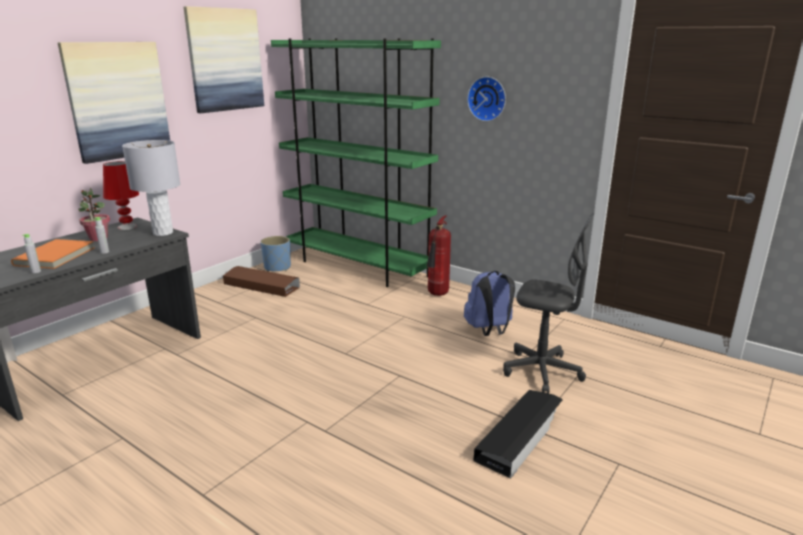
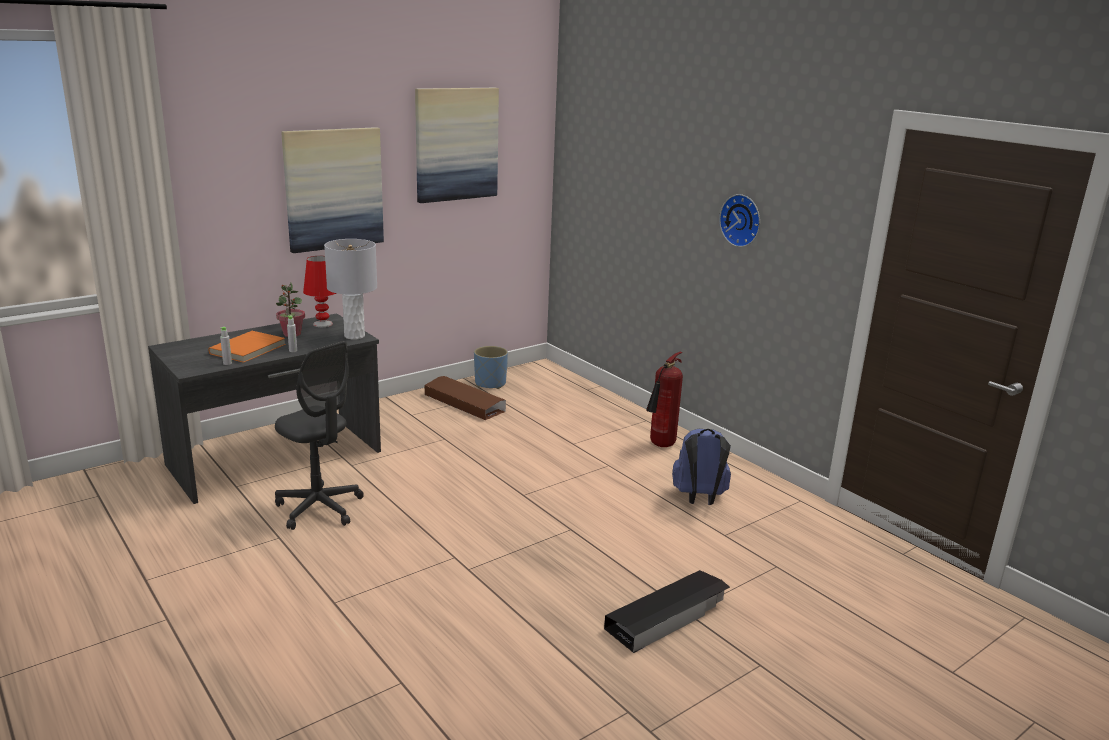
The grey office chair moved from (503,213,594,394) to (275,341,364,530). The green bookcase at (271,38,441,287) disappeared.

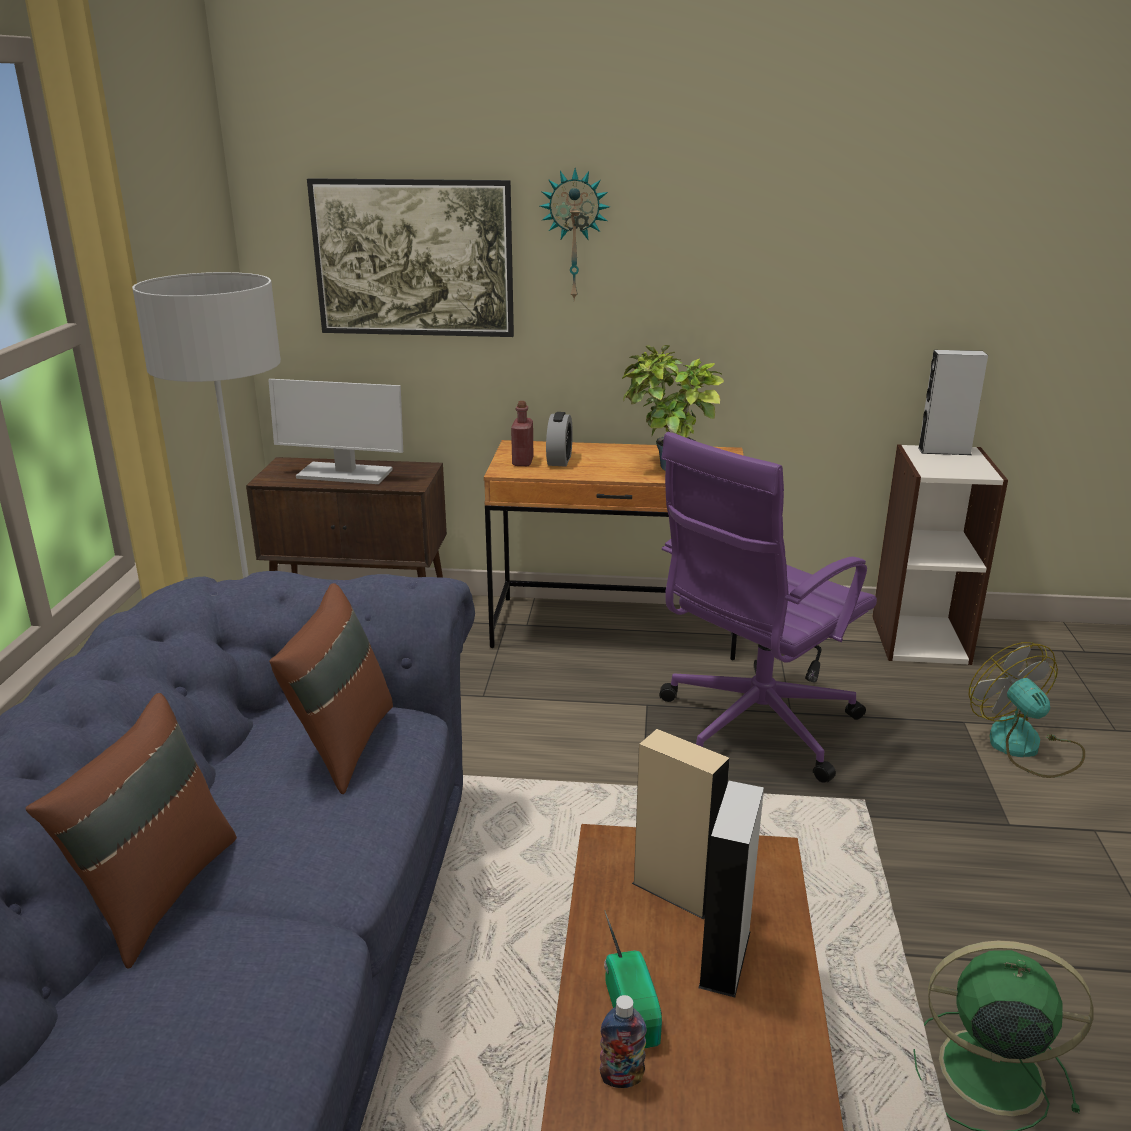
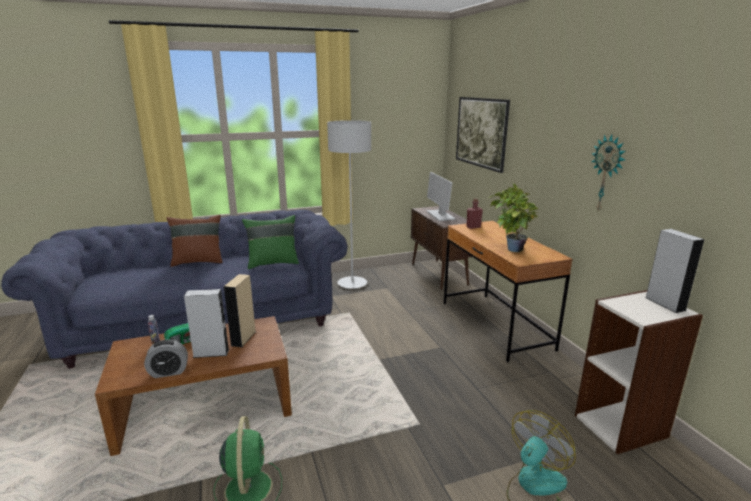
The alarm clock moved from (546,412,573,467) to (144,340,188,378). The brown pillow at (269,583,393,794) became the green pillow at (242,215,299,269). The wall clock moved from (540,168,610,301) to (592,134,625,212). The purple office chair at (659,432,877,783) disappeared.

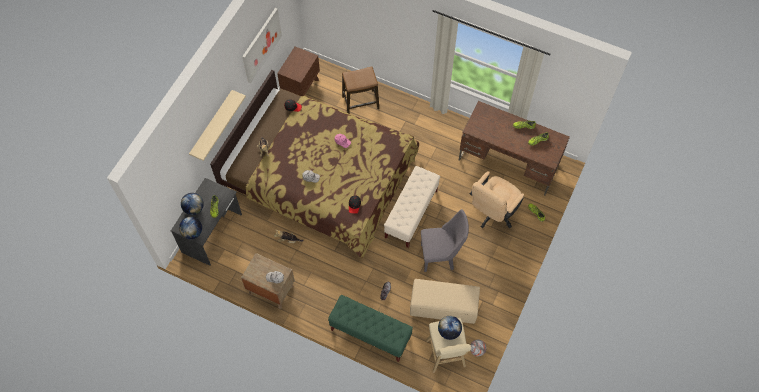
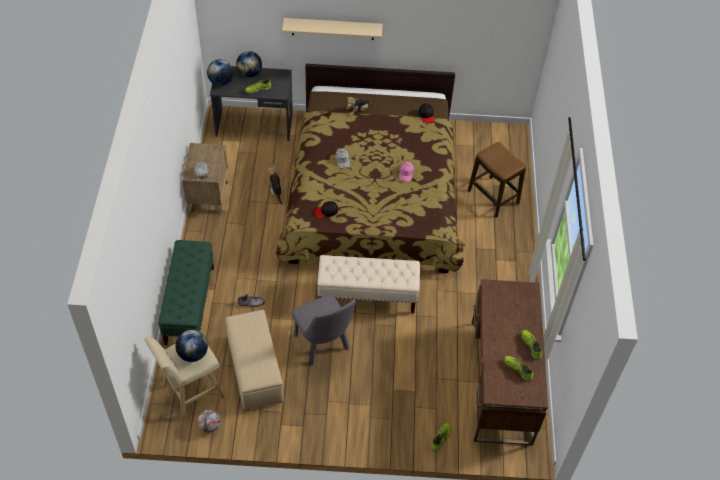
The picture at (242,8,282,84) disappeared. The brown nightstand at (277,46,320,96) disappeared. The beige office chair at (470,171,524,228) disappeared.

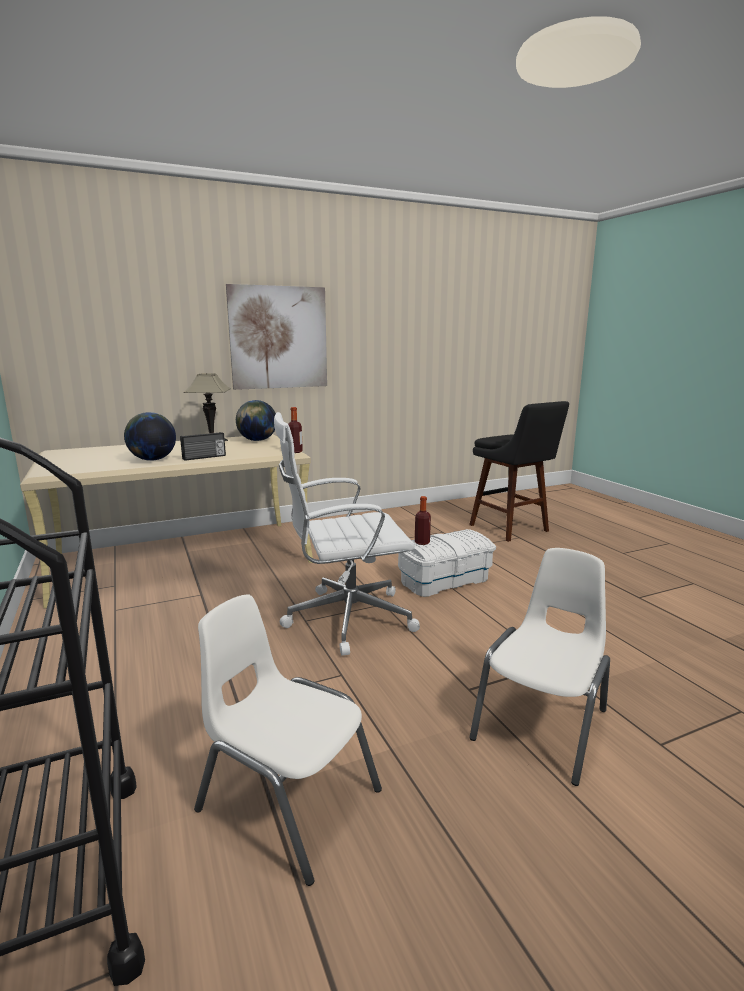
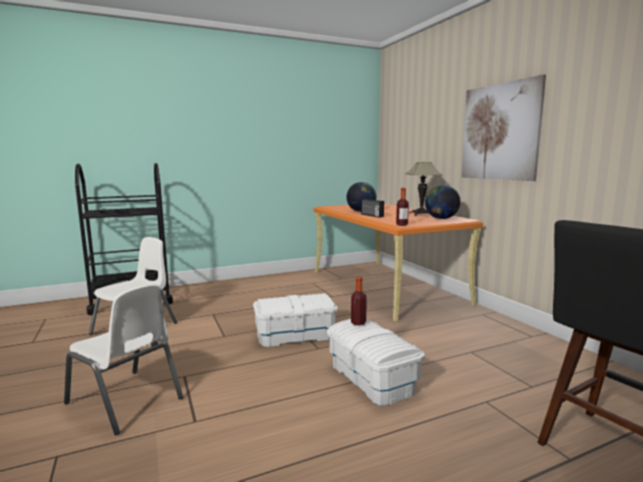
The white office chair at (274,412,420,656) was replaced by the white storage box at (253,293,338,347). The beige desk at (20,434,313,608) became the orange desk at (314,204,483,321).

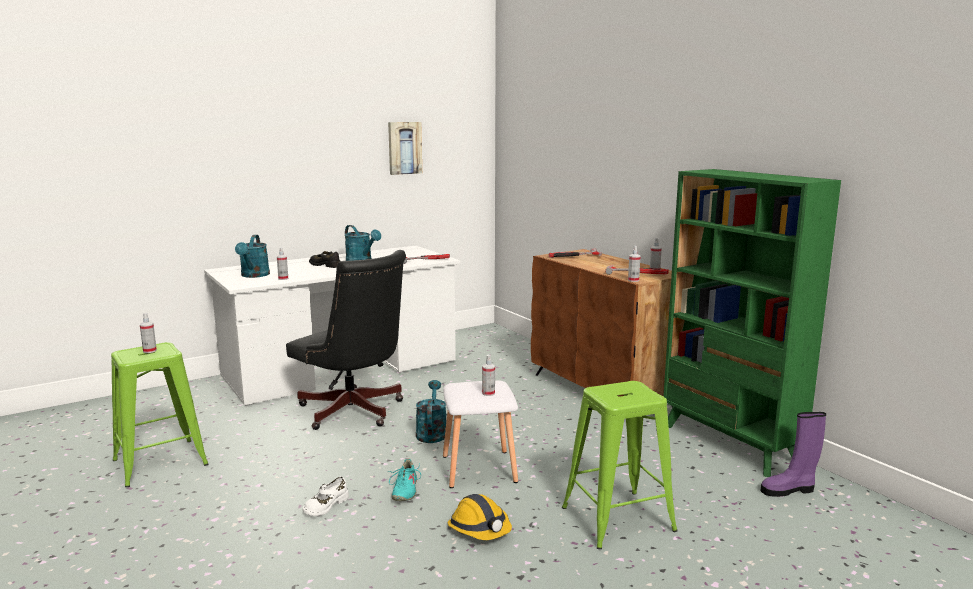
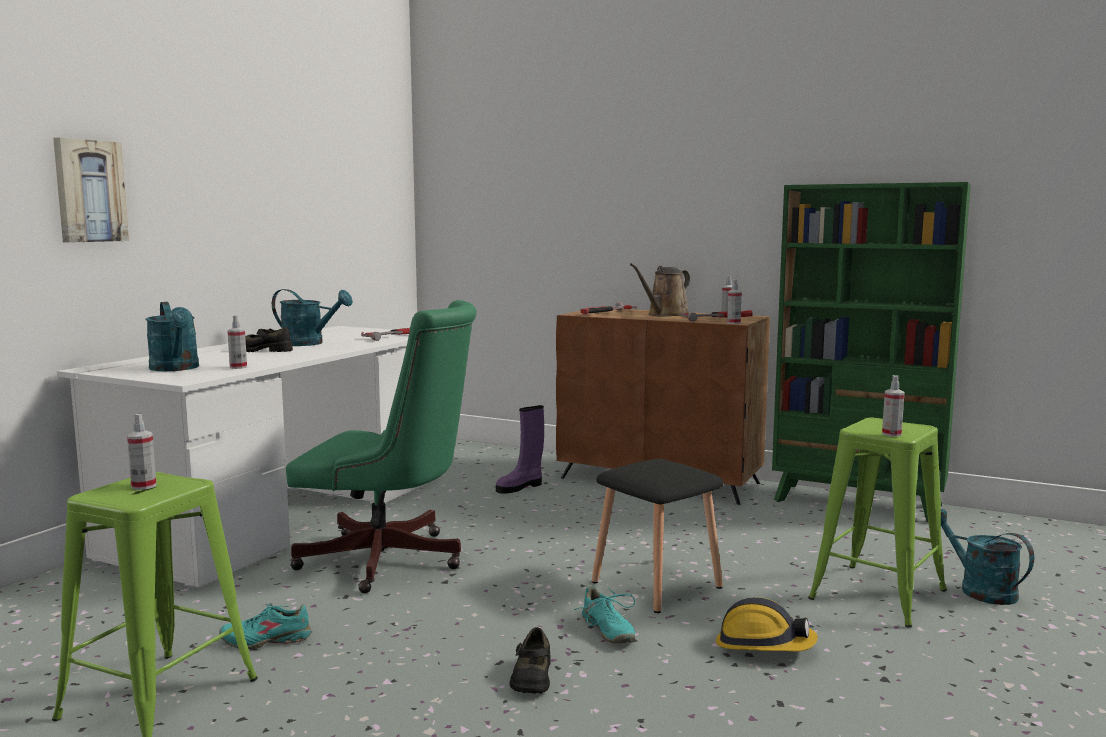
The picture moved from (388,122,422,175) to (53,137,129,243). The turquoise shoe at (219,604,311,649) appeared. The black office chair at (286,250,406,430) became the green office chair at (286,300,477,593). The purple boot moved from (760,412,826,497) to (496,405,544,494). The white shoe at (302,476,349,516) became the black shoe at (510,627,551,694). The white stool at (443,380,518,488) became the black stool at (592,459,724,613). The brown watering can at (630,263,690,317) appeared. The spray bottle moved from (482,355,495,396) to (882,375,905,437). The turquoise watering can moved from (416,380,446,443) to (941,509,1034,605).

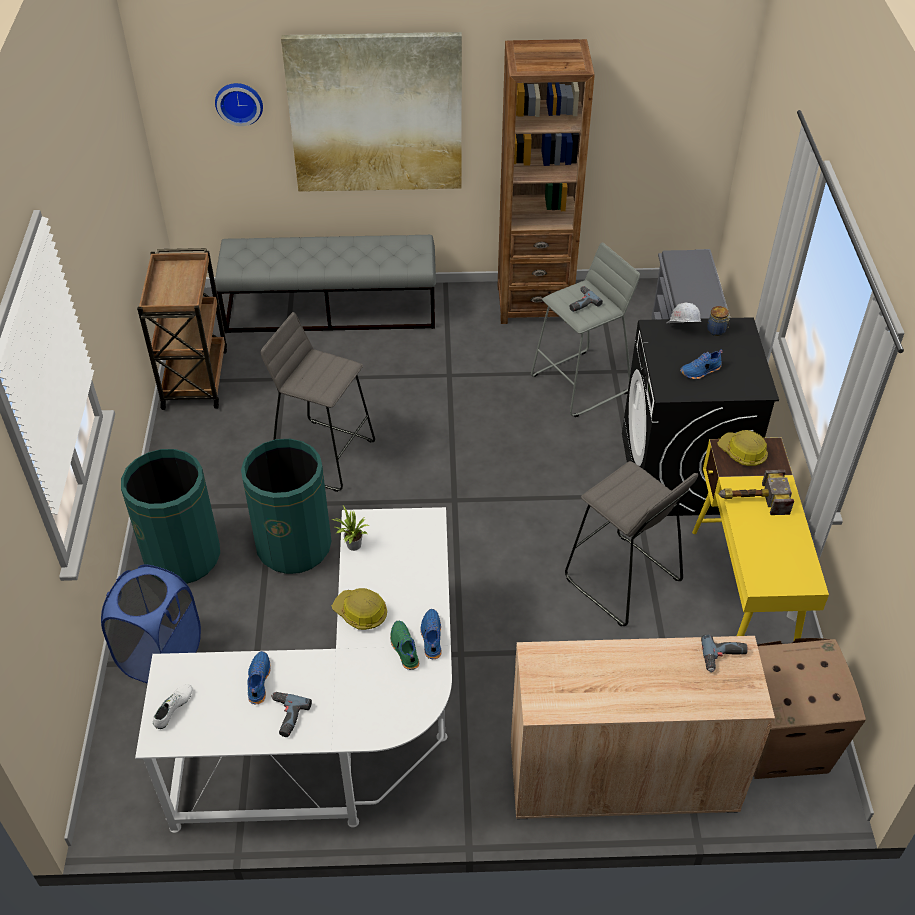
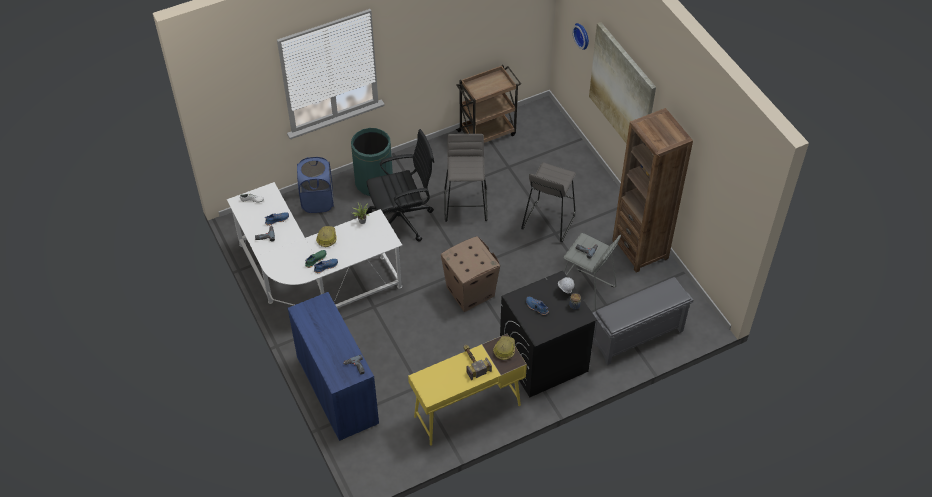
The beige cabinet at (511,636,775,819) became the blue cabinet at (288,292,379,441). The green trash can at (241,439,331,574) was replaced by the black office chair at (366,129,434,242). The cardboard box moved from (753,638,866,779) to (441,236,500,312). The grey stool moved from (565,461,698,626) to (521,162,576,242). The grey bench at (215,235,436,333) disappeared.

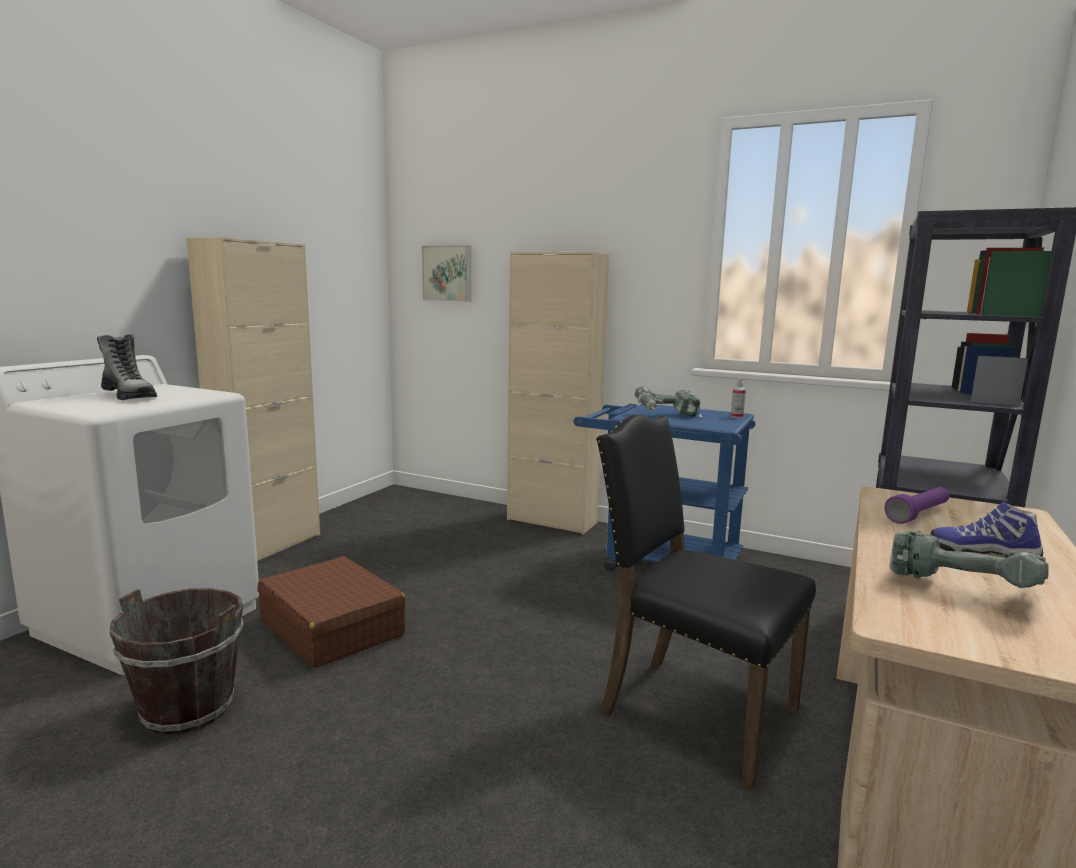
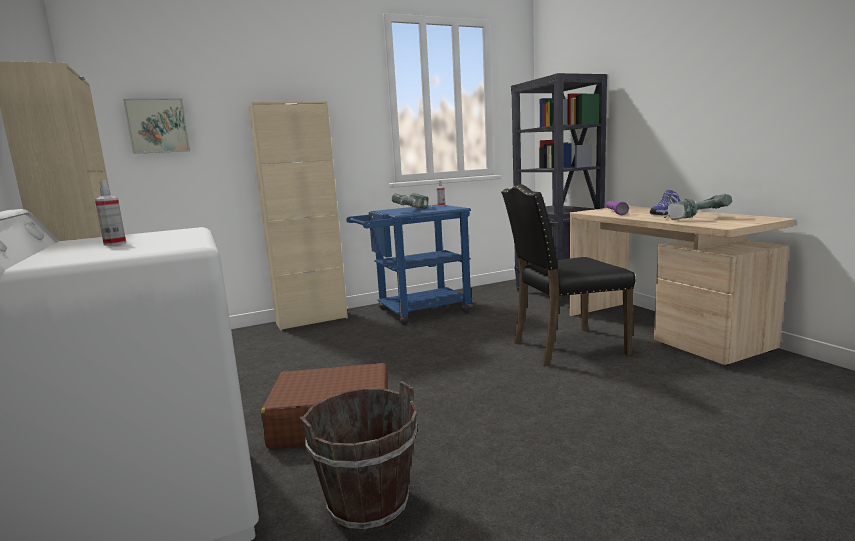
The boot at (97,334,157,400) was replaced by the spray bottle at (95,181,126,246).

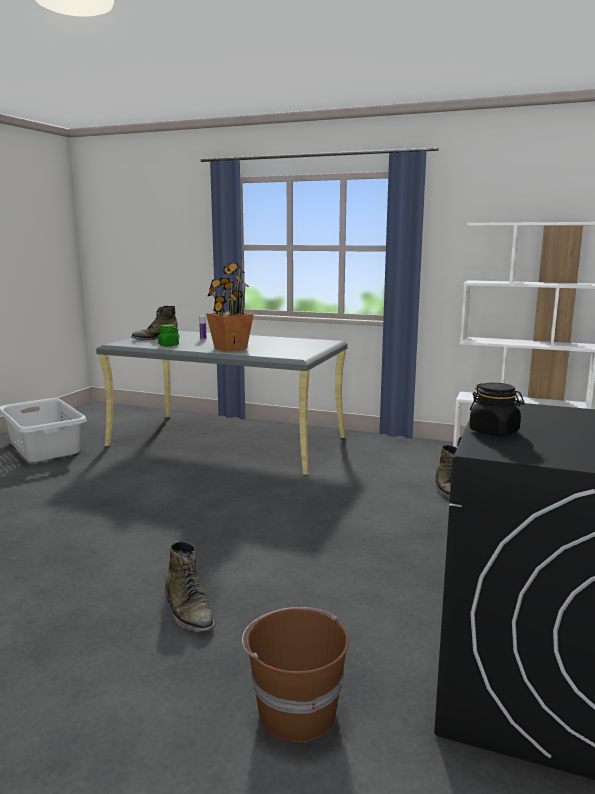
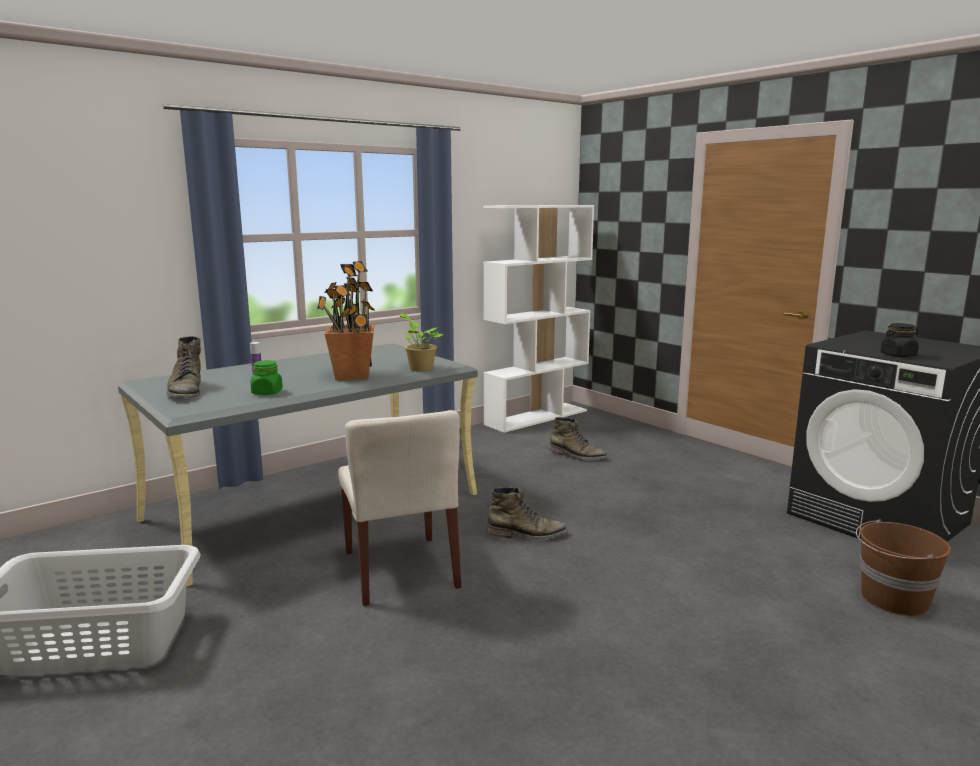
The beige chair at (338,410,462,606) appeared. The potted plant at (400,313,444,371) appeared. The green boot moved from (165,541,215,632) to (487,487,567,539).

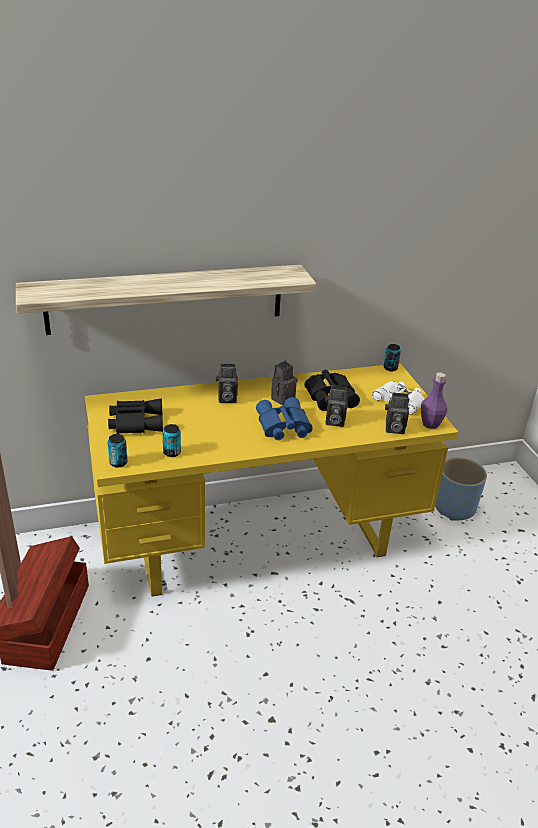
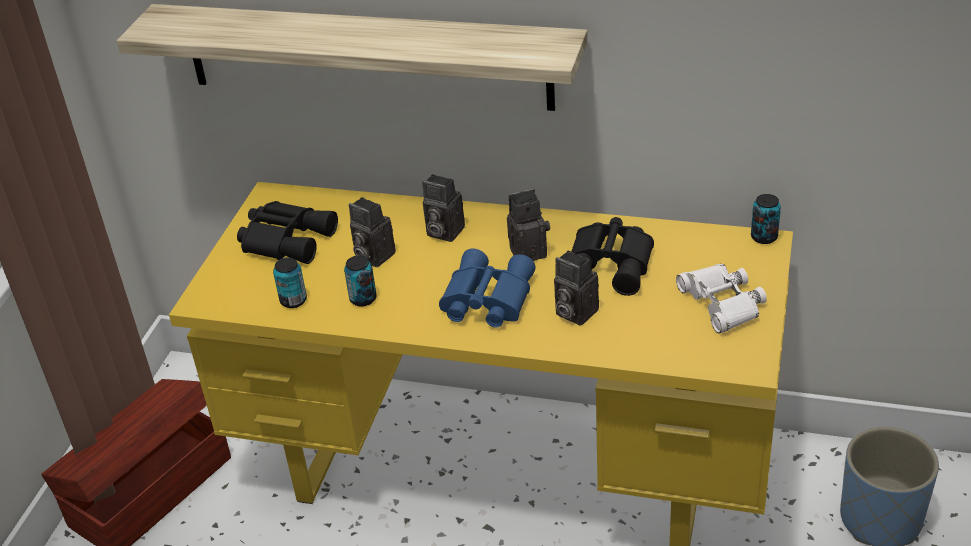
The can moved from (107,434,128,468) to (344,256,377,307). The photo camera moved from (385,392,409,434) to (349,197,396,267). The purple bottle at (421,372,447,429) disappeared.

